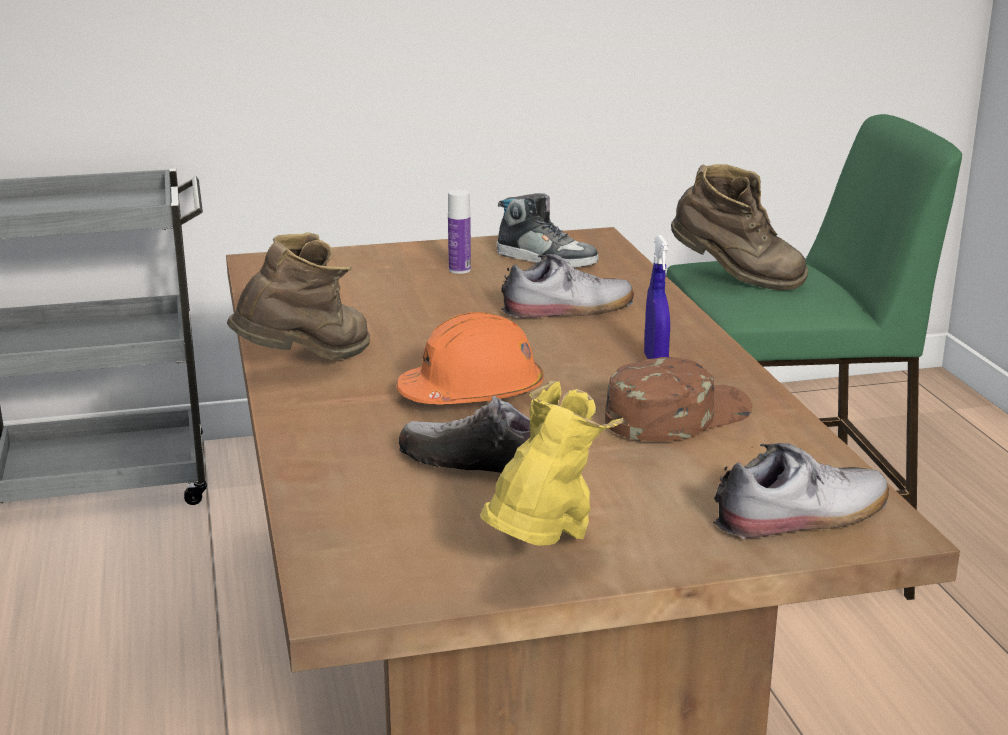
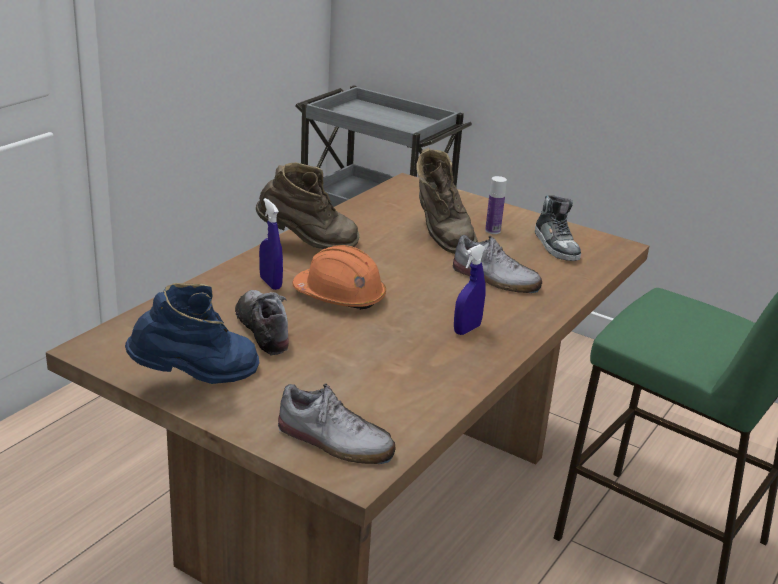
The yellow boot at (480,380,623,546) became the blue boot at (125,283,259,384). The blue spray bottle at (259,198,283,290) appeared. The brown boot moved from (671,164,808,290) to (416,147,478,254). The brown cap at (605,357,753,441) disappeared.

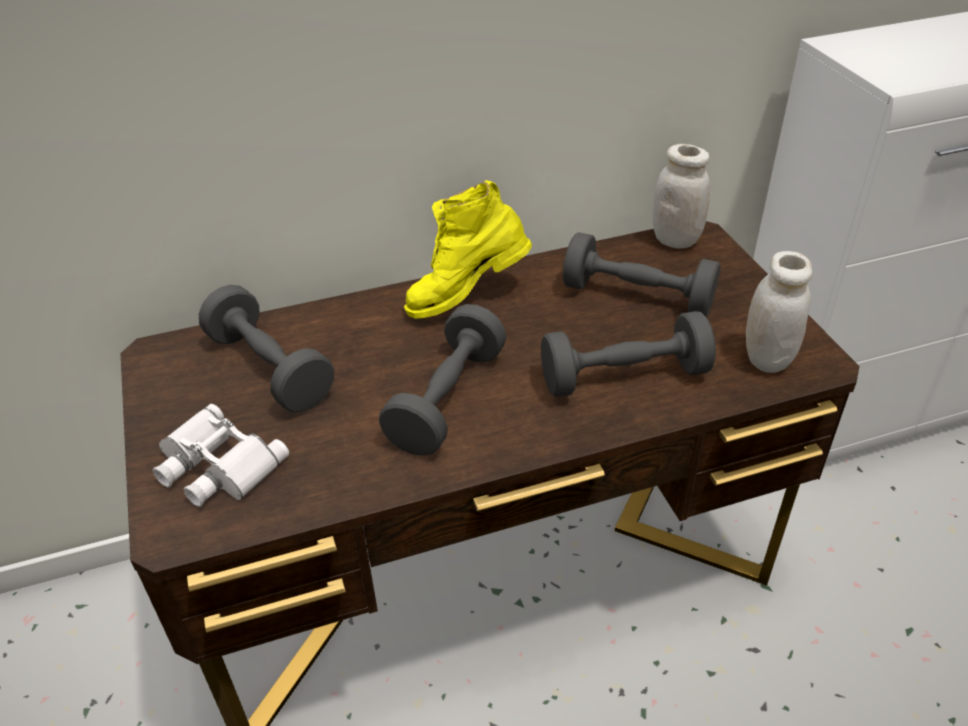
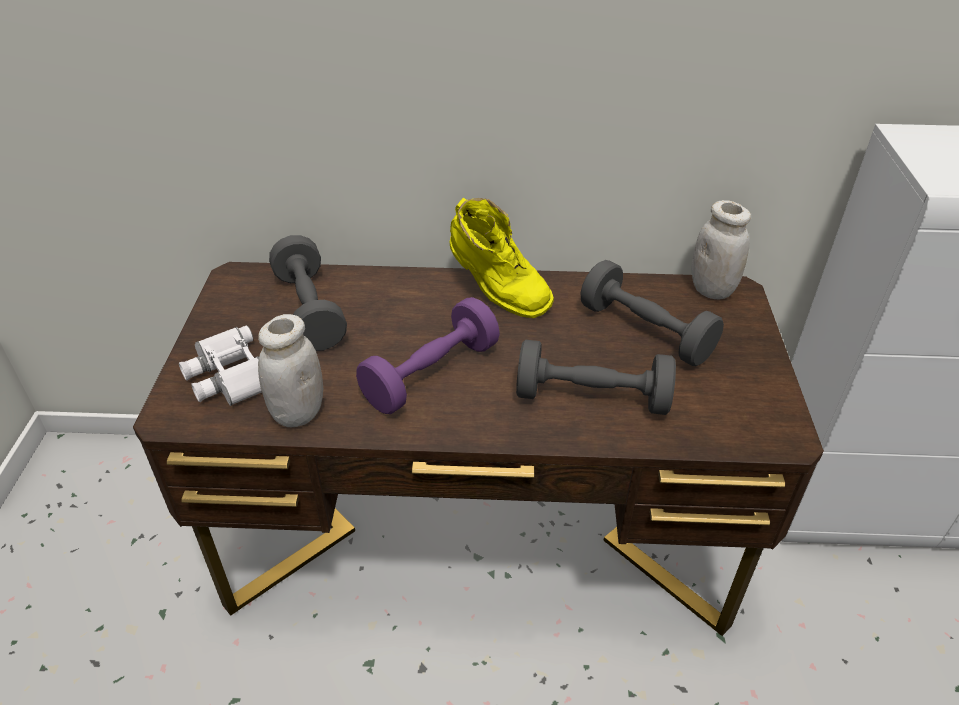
The white jar moved from (746,251,813,373) to (258,314,323,427). The grey dumbbell at (379,304,506,456) became the purple dumbbell at (356,297,500,414). The yellow boot at (404,180,532,319) turned 135 degrees counterclockwise.

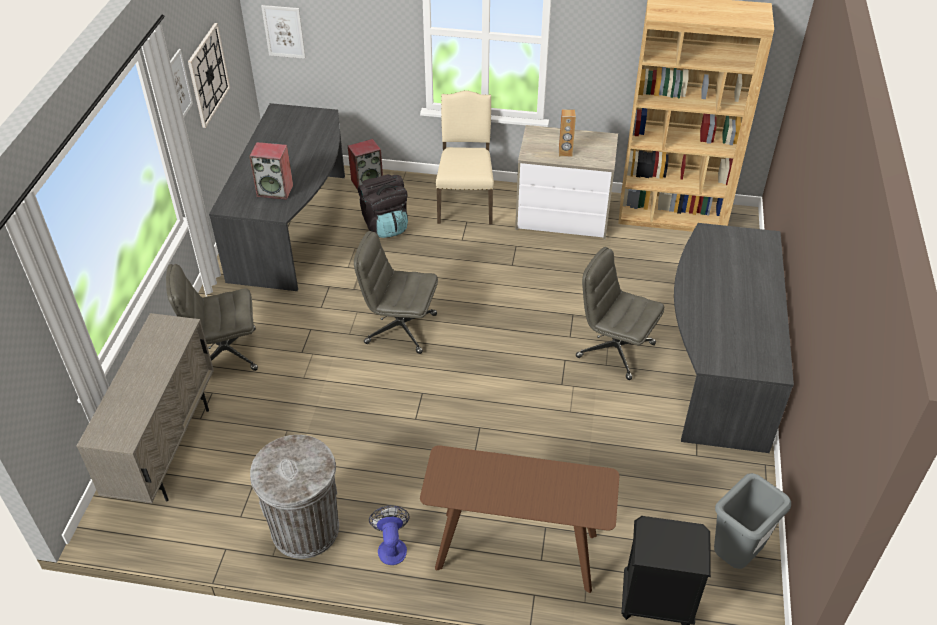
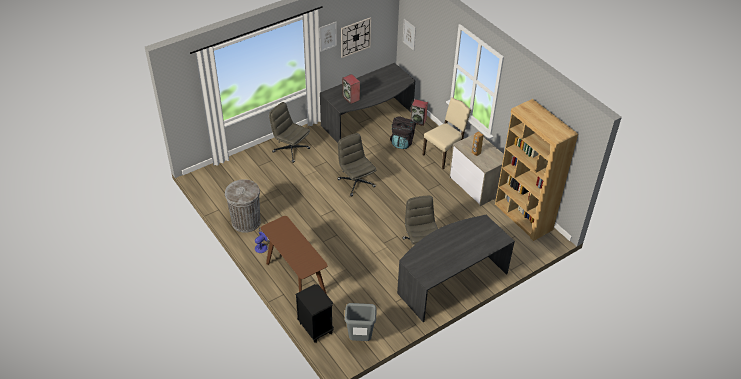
The beige cabinet at (76,313,214,503) disappeared.

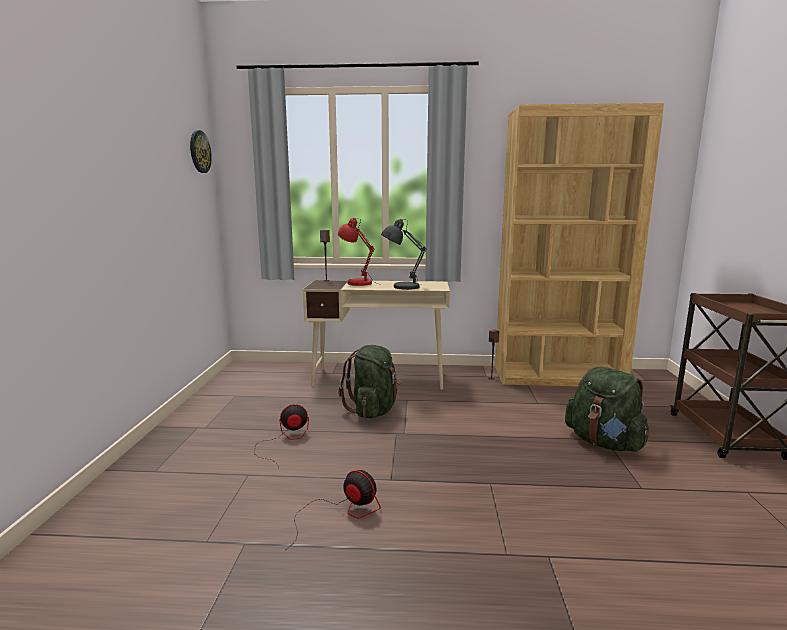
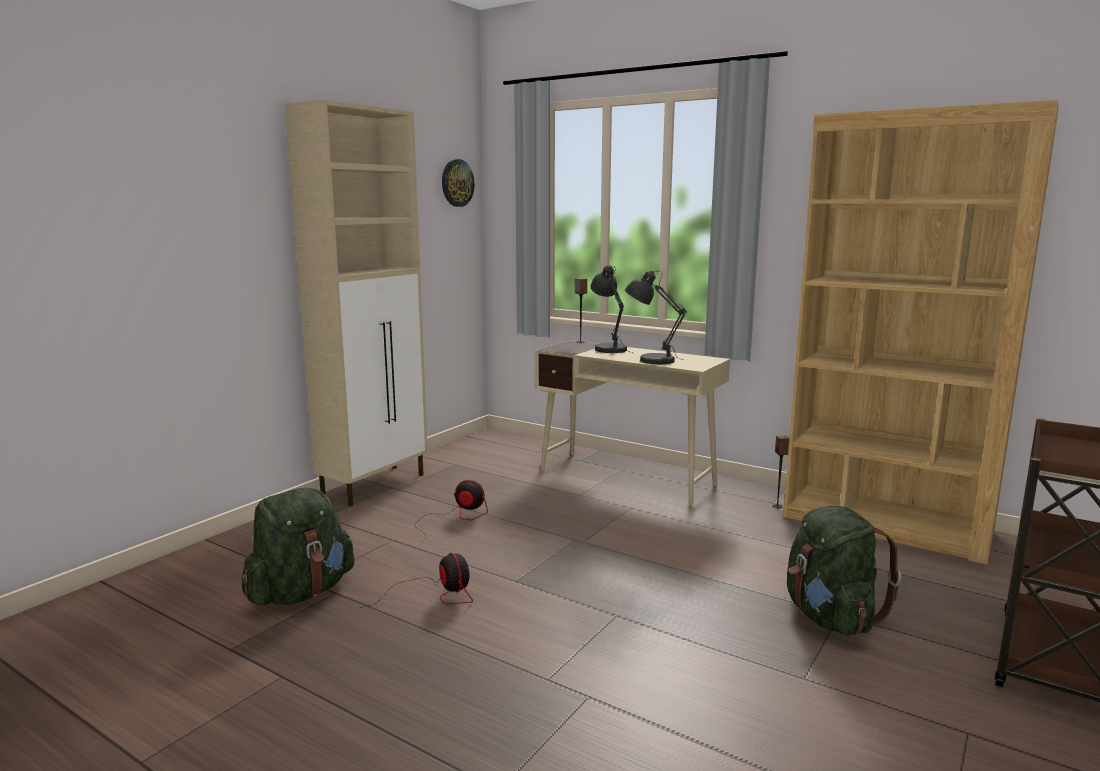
The green backpack moved from (338,345,402,418) to (242,487,355,606). The beige cabinet at (285,100,428,507) appeared. The red table lamp at (338,218,377,286) became the grey table lamp at (590,265,632,353).

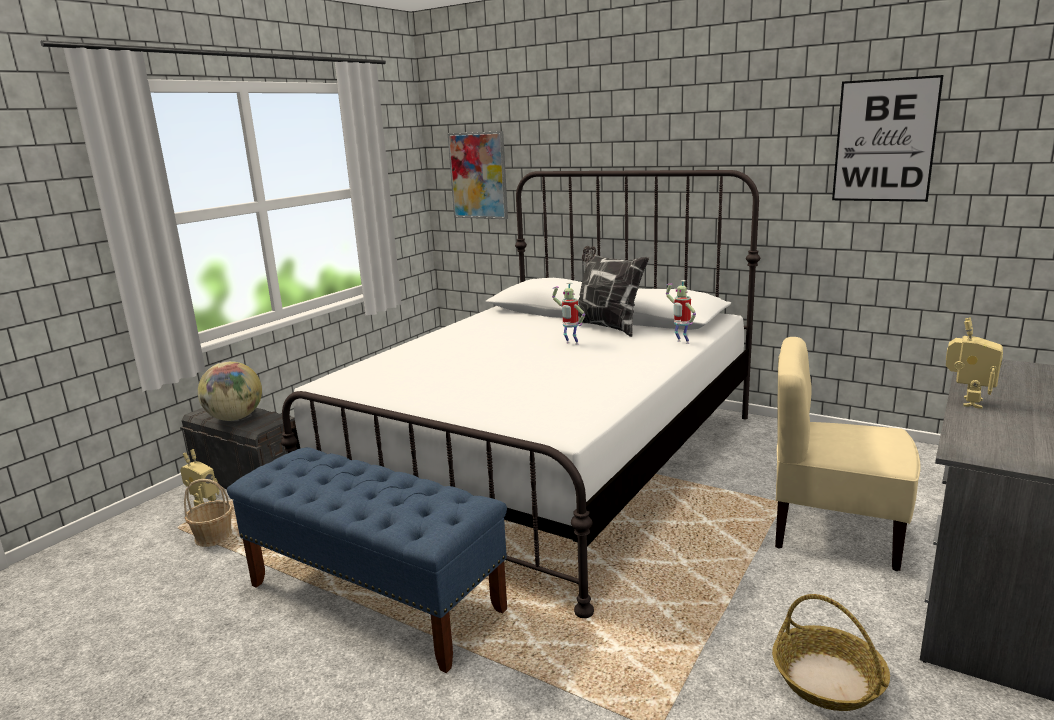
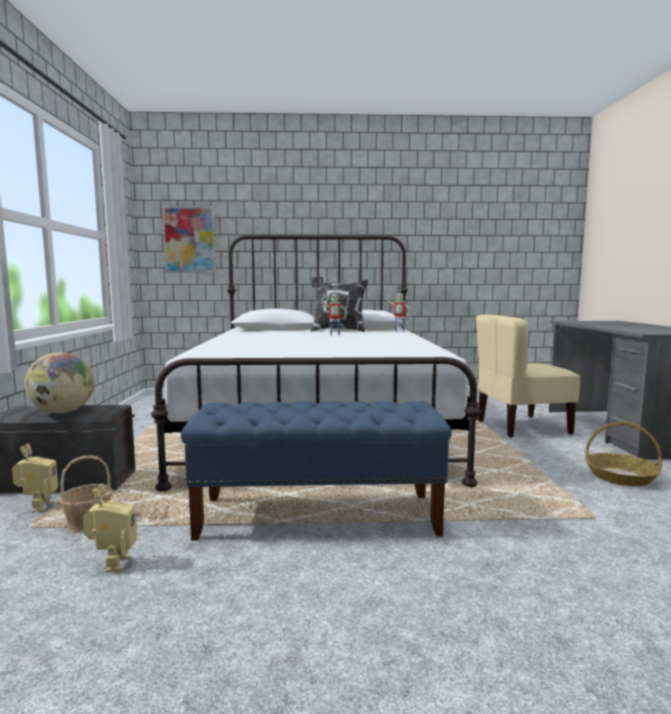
The toy robot moved from (946,318,1003,409) to (83,484,137,572). The picture at (832,75,944,202) disappeared.

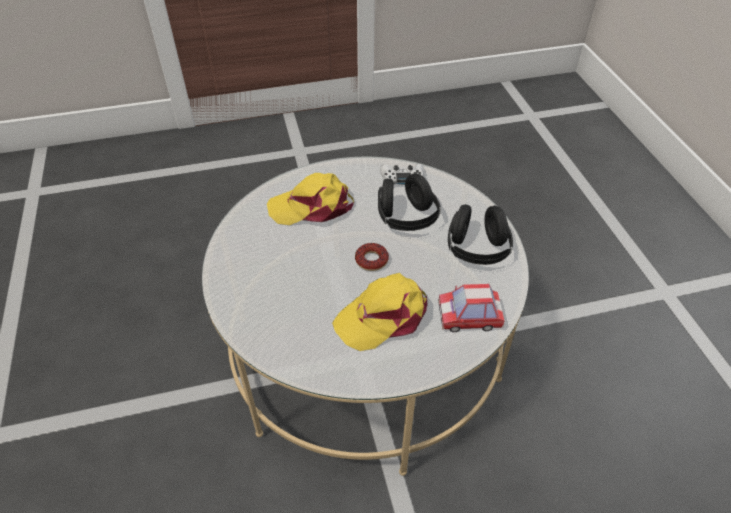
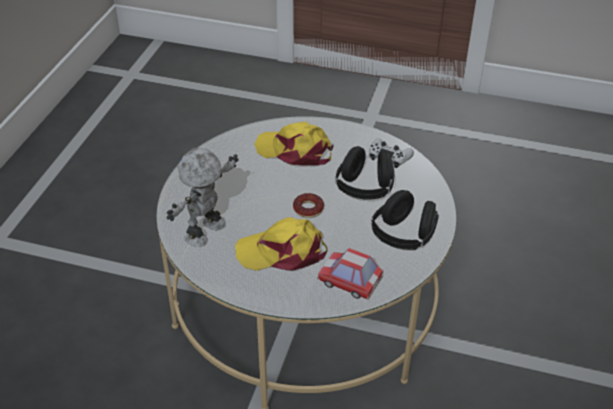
The toy robot at (166,148,239,247) appeared.

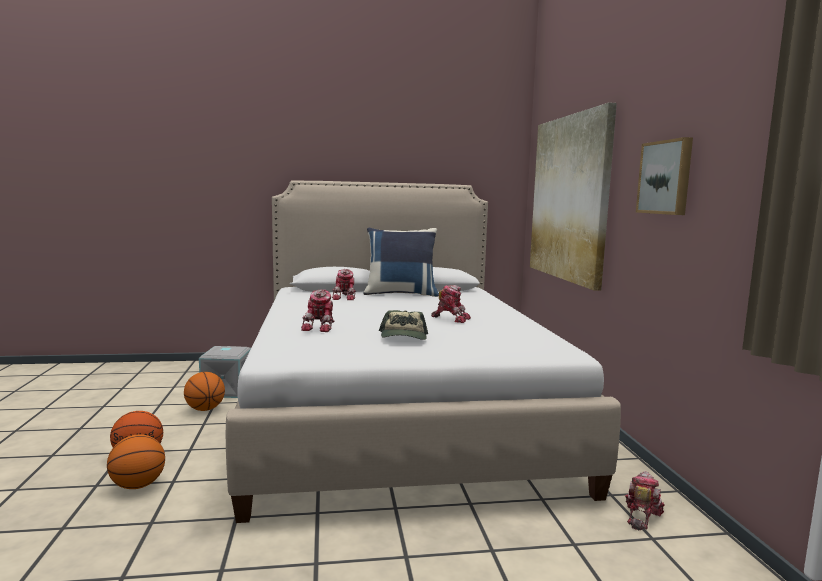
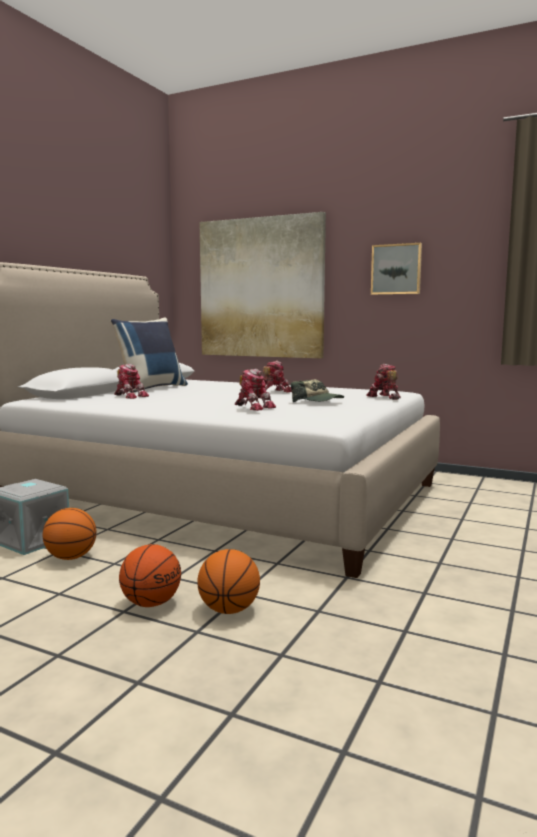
The toy robot moved from (625,471,664,530) to (366,364,401,400).

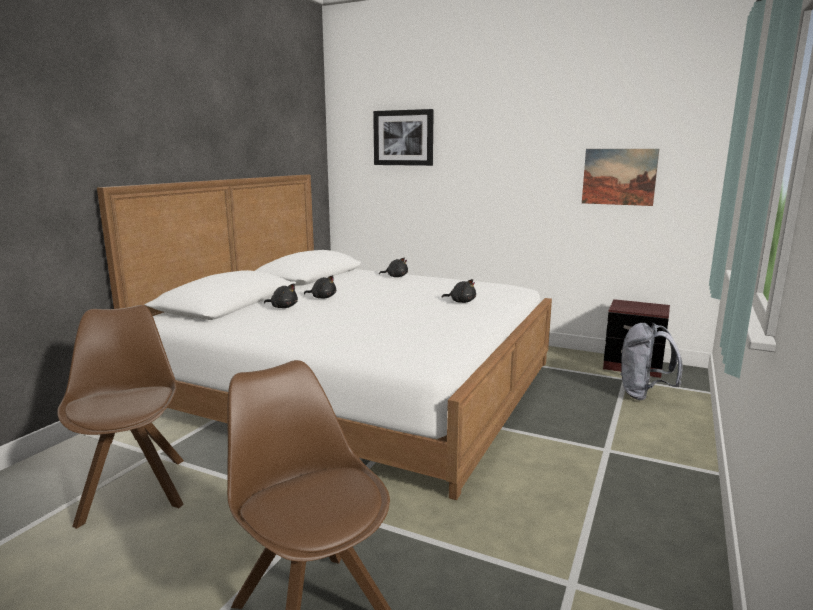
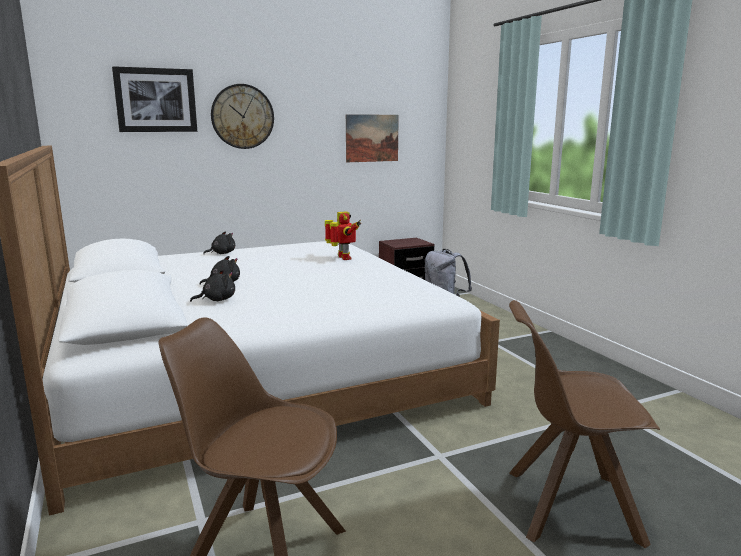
The wall clock at (211,84,274,149) appeared. The black plush toy at (441,279,476,303) was replaced by the toy robot at (325,211,361,260).

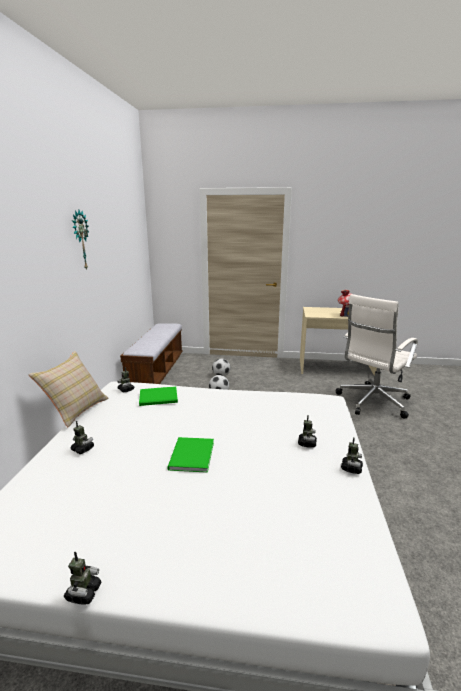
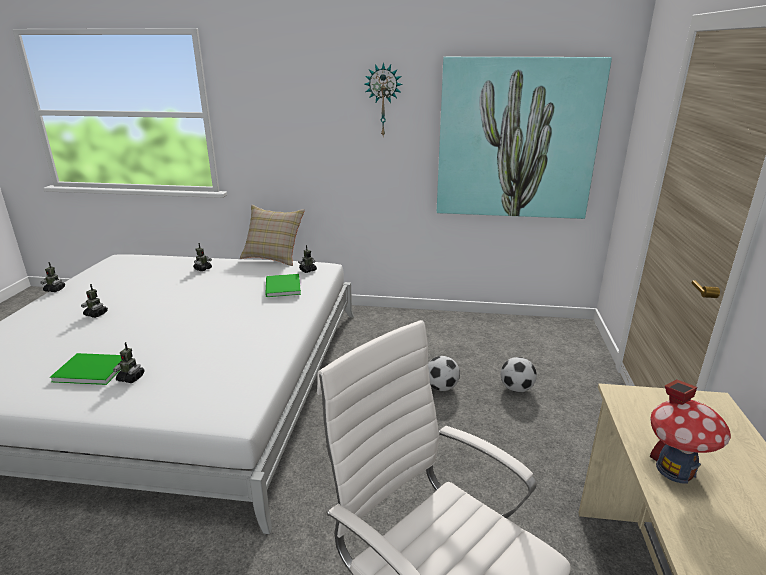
The green book moved from (167,437,214,473) to (50,353,122,385). The toy robot moved from (341,437,363,474) to (81,284,108,318). The picture at (437,57,612,219) appeared. The bench at (120,323,183,384) disappeared.

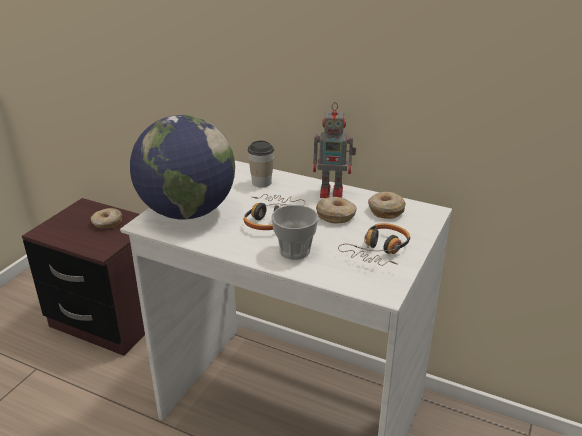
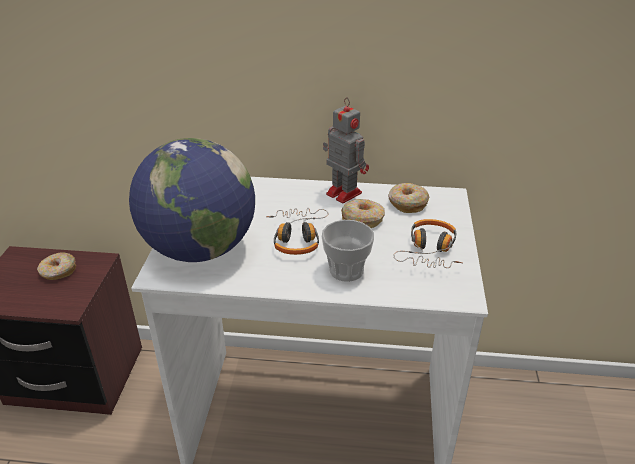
The toy robot at (313,102,356,198) turned 120 degrees counterclockwise. The cup at (248,141,274,187) disappeared.

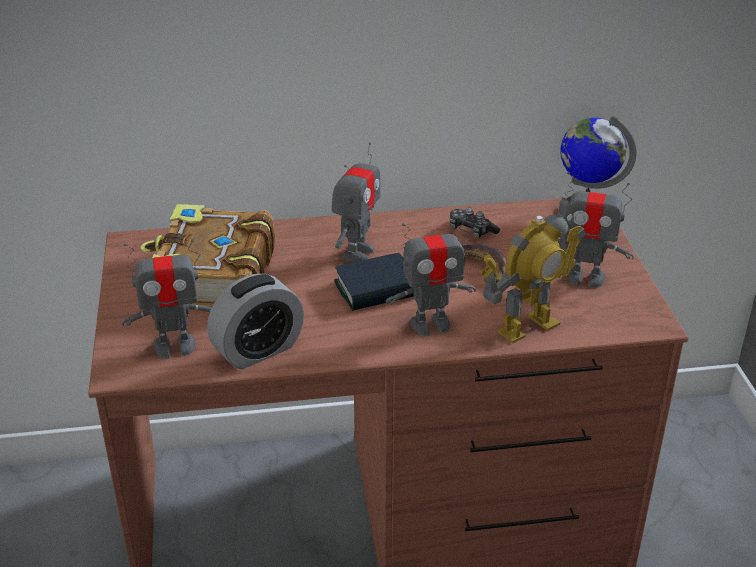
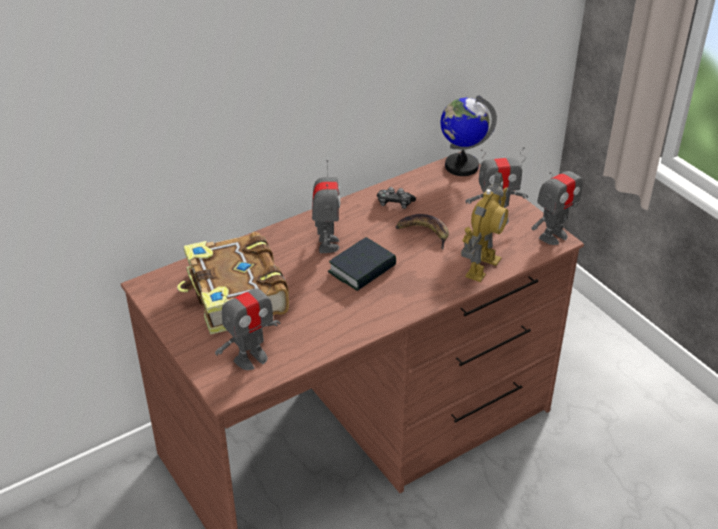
The toy robot moved from (386,218,476,336) to (532,158,583,245). The alarm clock at (207,274,304,369) disappeared.

